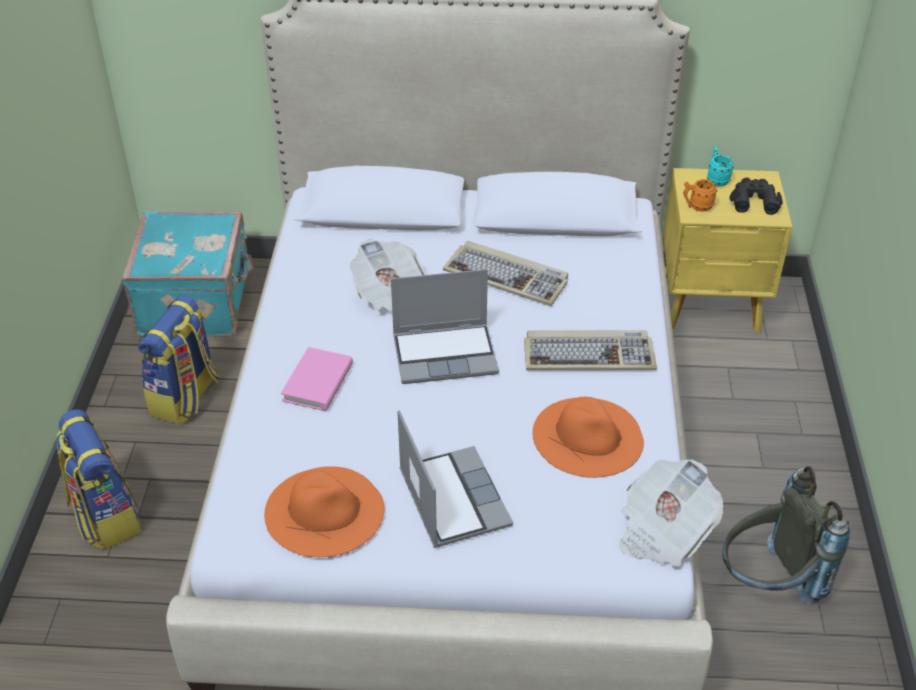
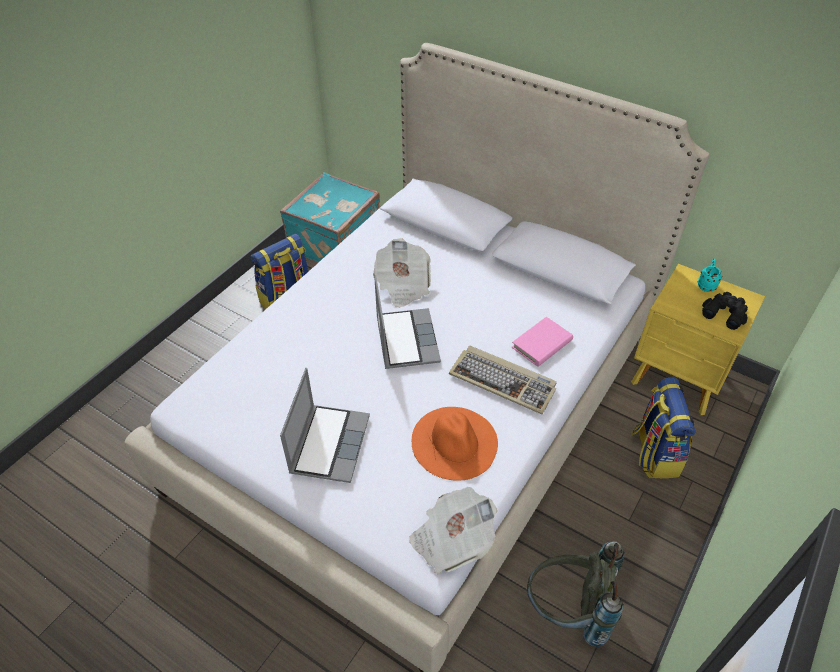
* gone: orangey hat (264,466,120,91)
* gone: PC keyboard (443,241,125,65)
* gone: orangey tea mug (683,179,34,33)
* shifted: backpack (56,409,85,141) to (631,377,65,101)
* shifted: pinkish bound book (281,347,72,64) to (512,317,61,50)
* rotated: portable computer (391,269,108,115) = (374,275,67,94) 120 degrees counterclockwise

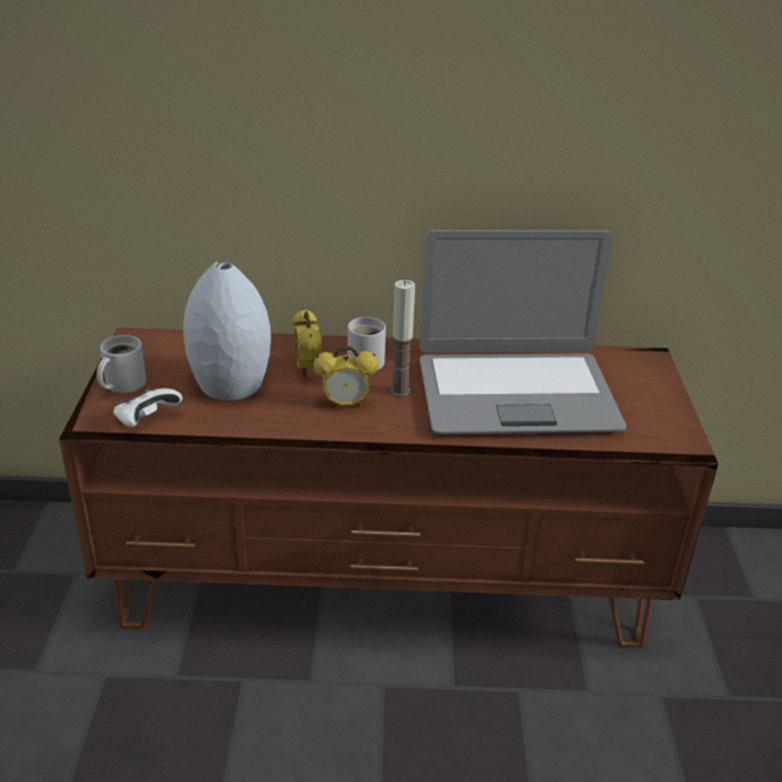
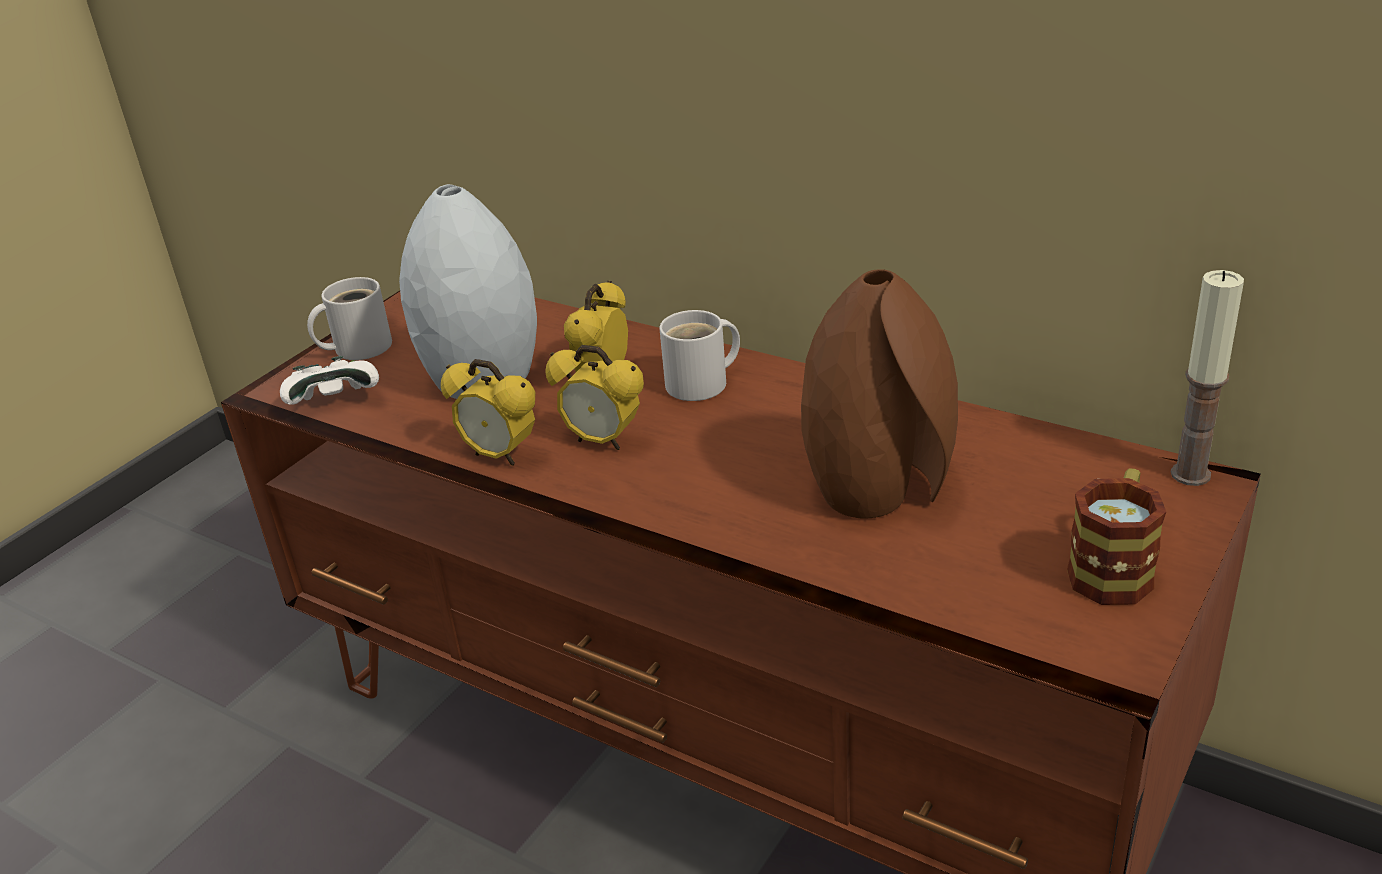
* new: alarm clock (441,359,94,107)
* new: tea mug (1067,468,99,137)
* shifted: wax candle (390,280,25,117) to (1171,270,73,216)
* swapped: portable computer (420,230,206,204) to brown-coloured decorative vase (801,269,157,250)

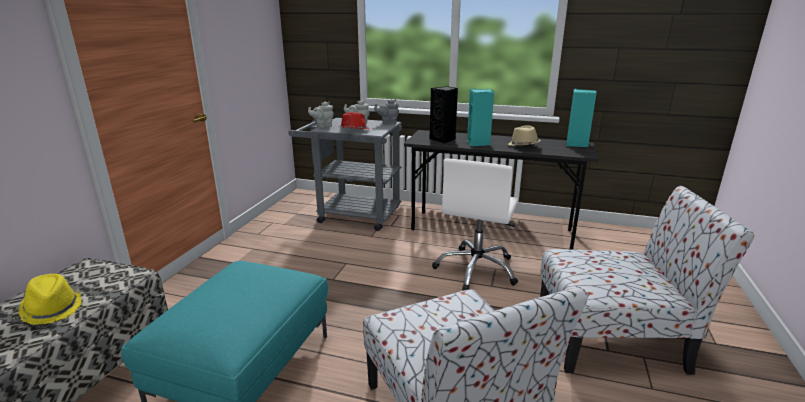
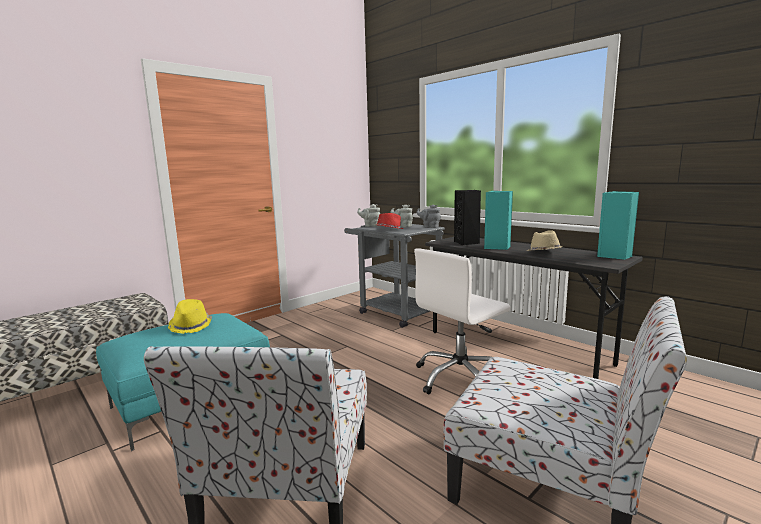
* shifted: yellowish hat (18,274,64,51) to (168,299,44,35)

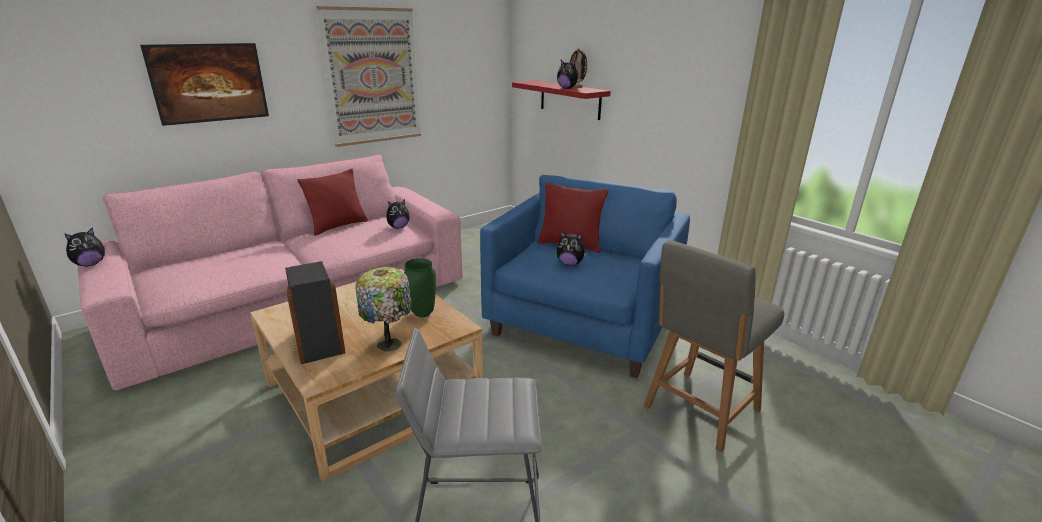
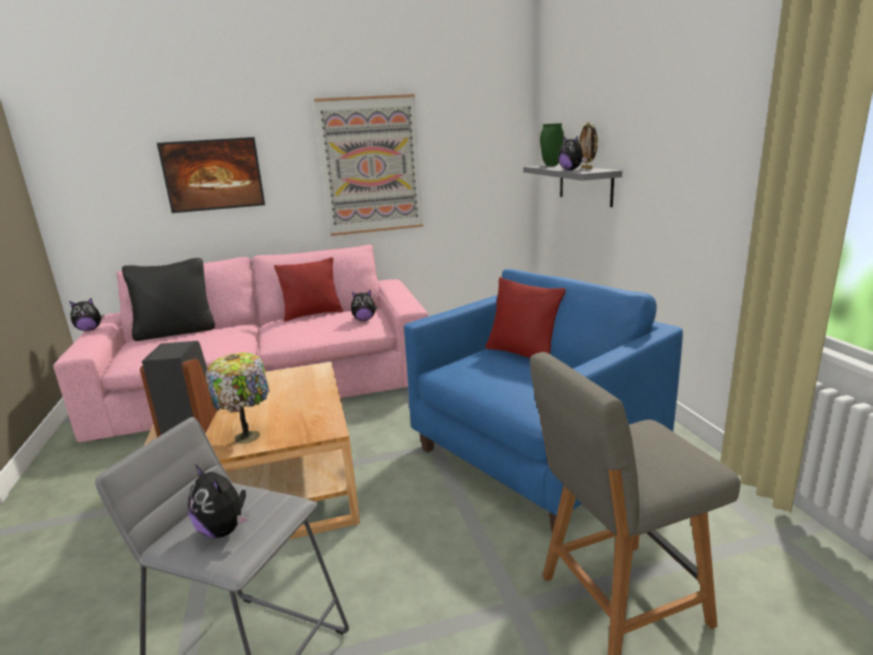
* new: black pillow (122,258,93,83)
* shifted: green-coloured decorative vase (404,258,32,59) to (540,123,24,43)
* shifted: soft toy (557,231,31,35) to (188,464,61,74)
* repainted: red bracket shelf (512,81,99,39) to grey bracket shelf (523,164,99,43)

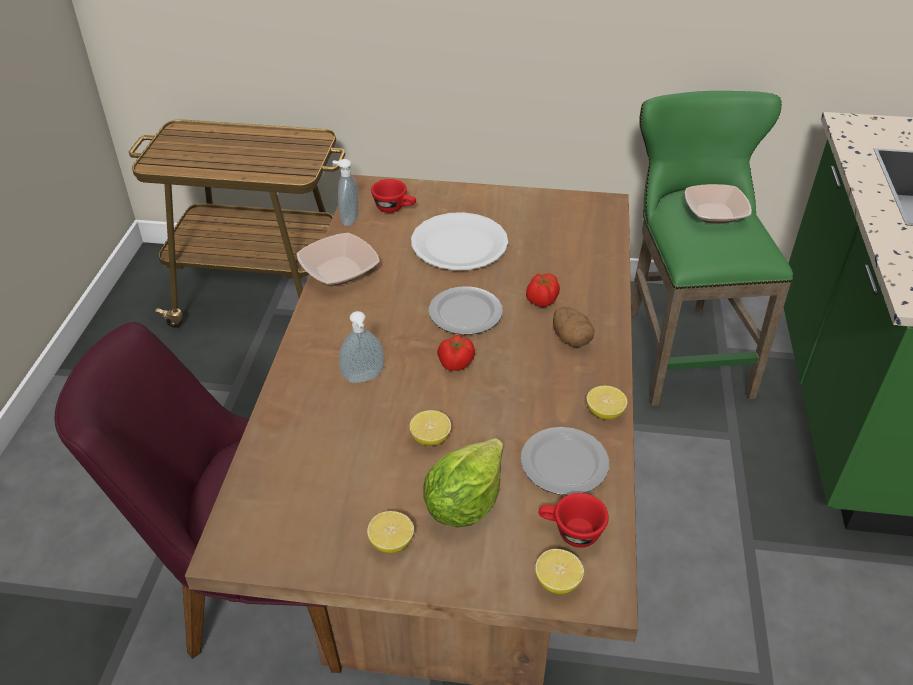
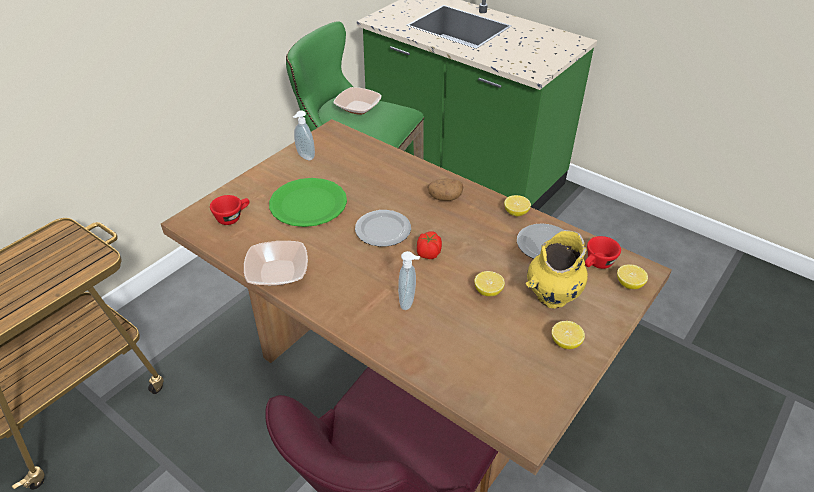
* gone: fresh tomato (526,273,34,34)
* shifted: liquid soap bottle (332,159,27,68) to (293,110,22,50)
* swapped: head of lettuce (423,438,80,90) to yellowish decorative vase (526,230,62,79)
* repainted: white-coloured plate (411,212,97,58) to green-coloured plate (269,178,78,49)

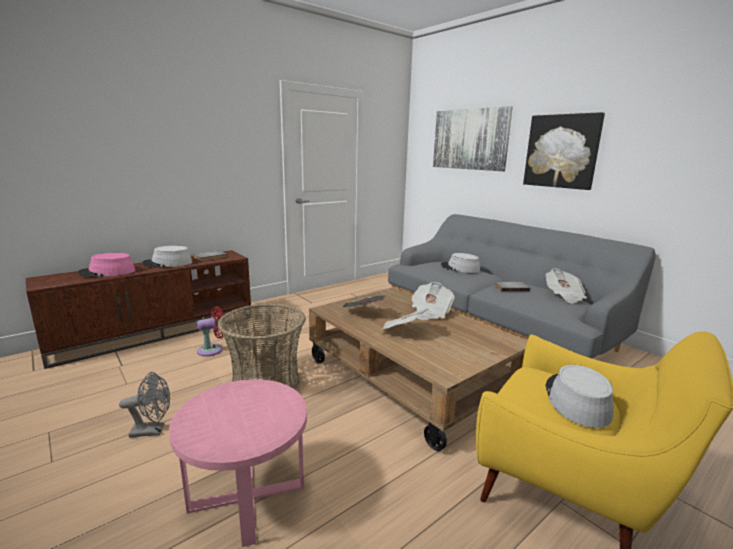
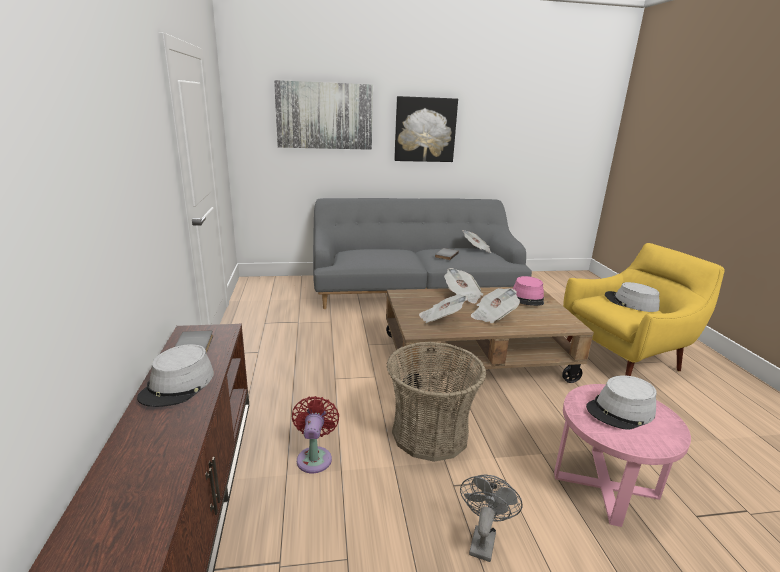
* shifted: pinkish hat (78,253,57,24) to (513,276,31,30)
* shifted: grey hat (441,253,39,20) to (586,375,71,55)

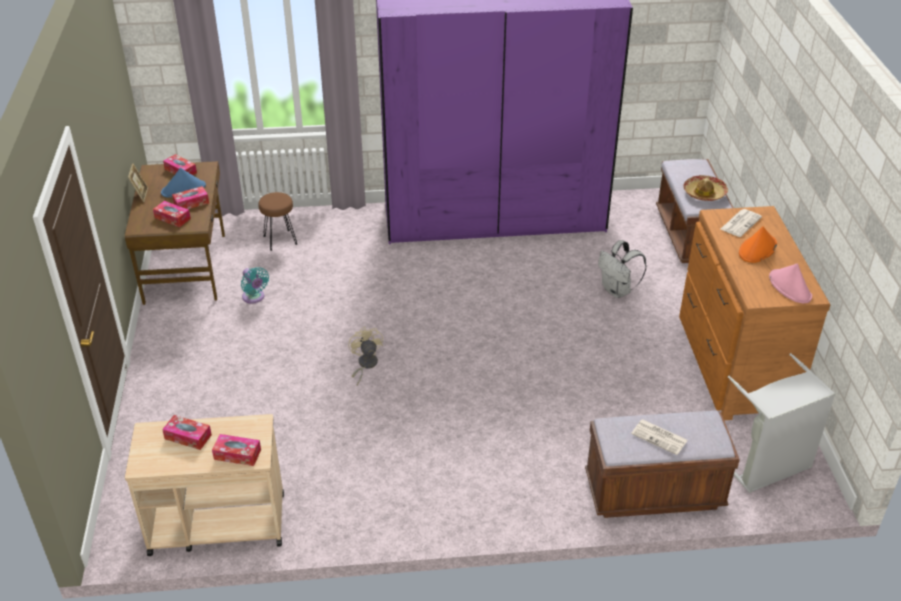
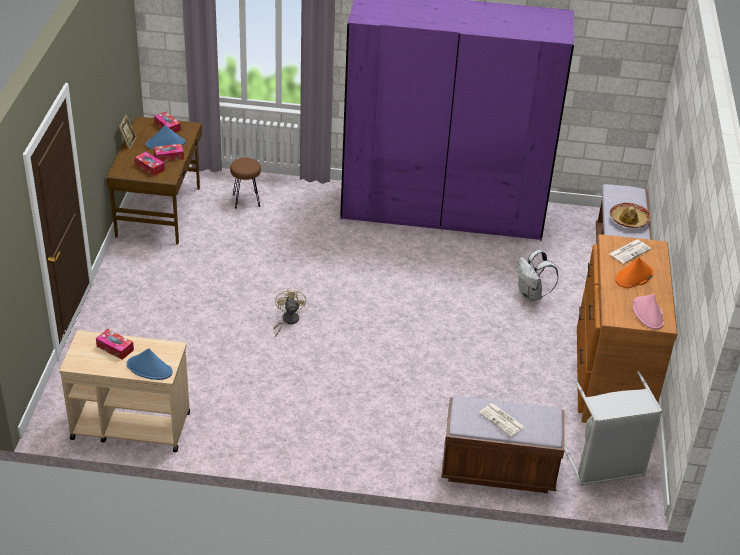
* gone: turquoise fan (241,267,28,37)
* swapped: box of tissues (212,434,49,32) to blue hat (126,348,47,32)

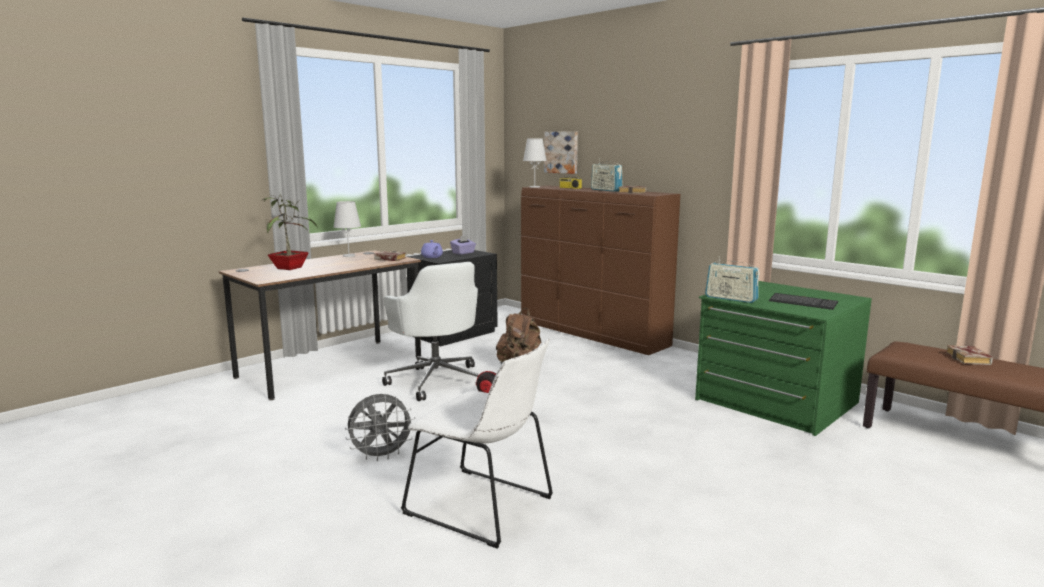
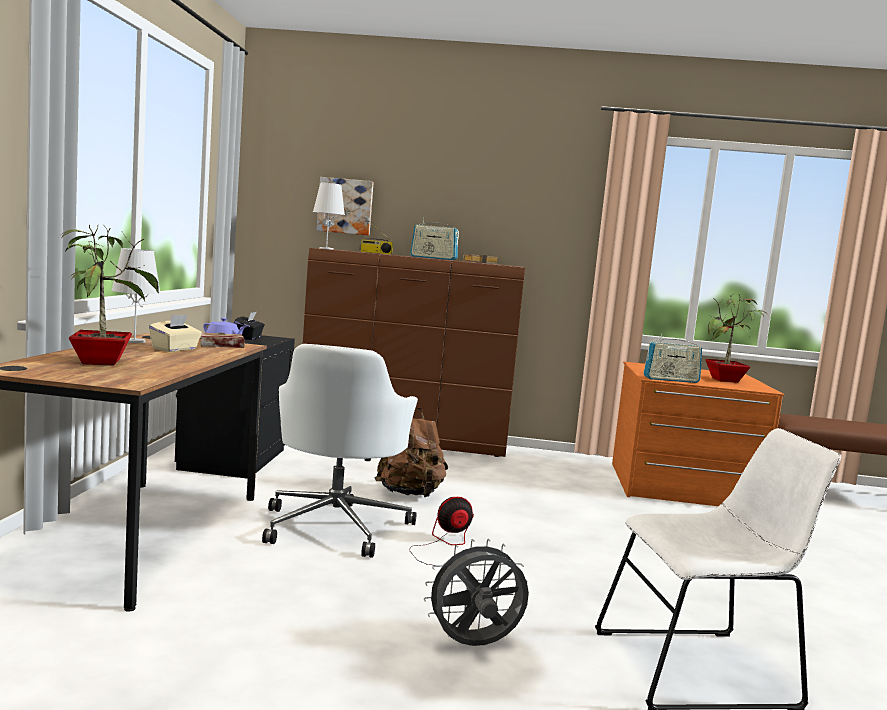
* gone: bound book (946,345,47,20)
* new: sand-coloured box of tissues (149,315,53,37)
* swapped: PC keyboard (769,293,69,17) to houseplant (705,294,62,89)
* repainted: purplish box of tissues (450,235,26,20) to black box of tissues (234,312,31,28)
* repainted: green-coloured chest of drawers (695,281,177,155) to orangey chest of drawers (612,362,173,144)
* rotated: grey fan (345,394,70,67) = (424,539,105,107) 135 degrees counterclockwise
* rotated: white-coloured office chair (382,262,98,139) = (262,344,156,214) 75 degrees clockwise

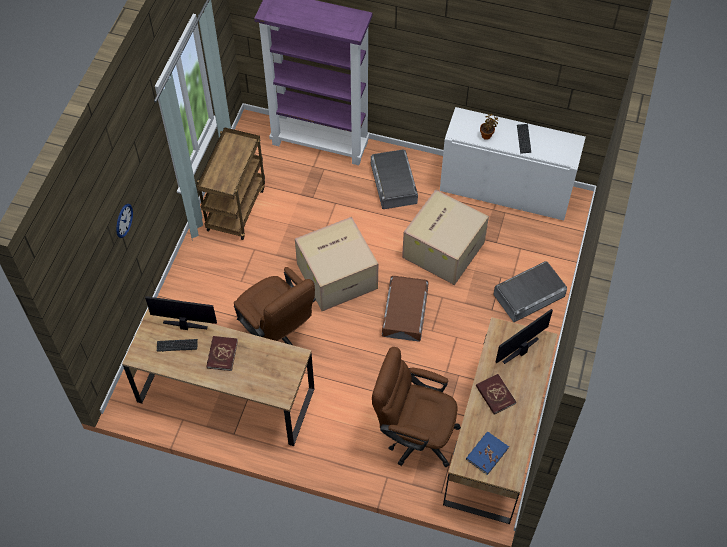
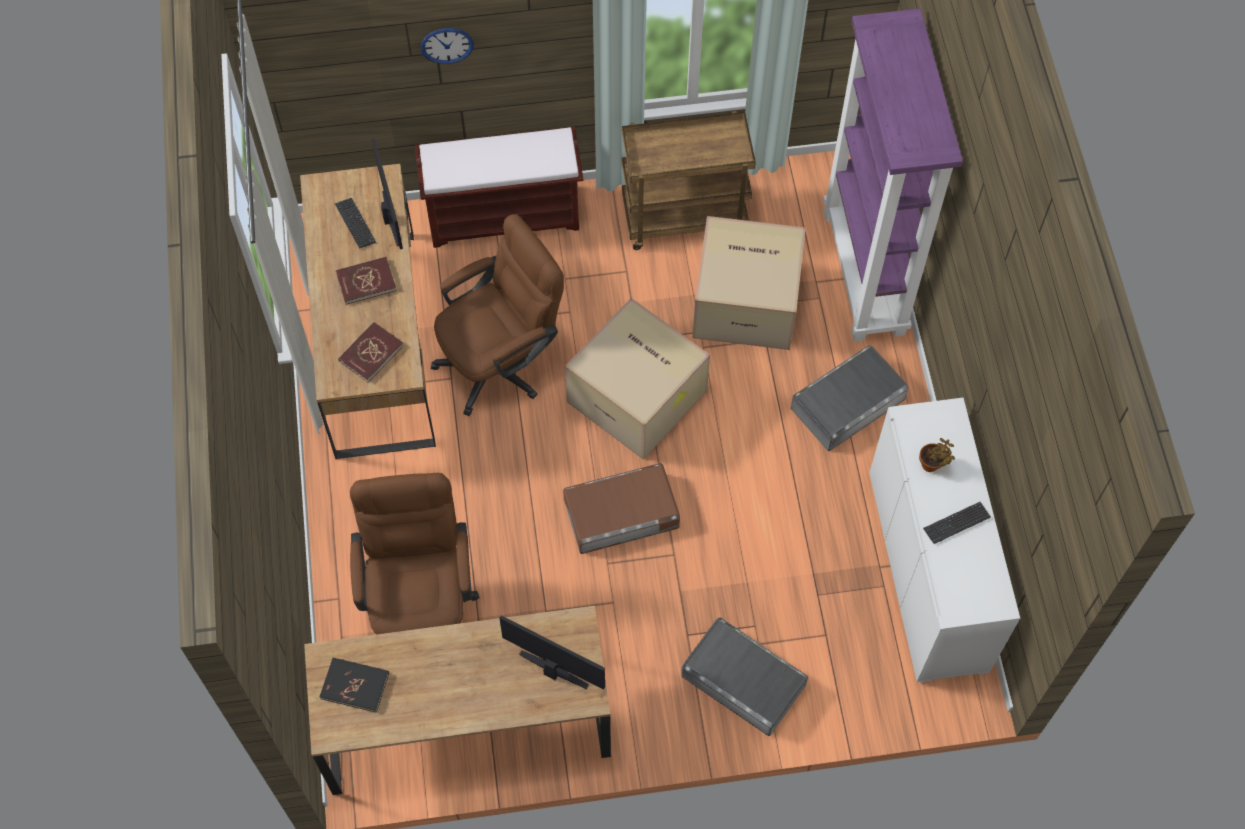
* new: brown-coloured indoor bench (415,127,169,121)
* shifted: carton (402,190,87,95) to (692,216,114,134)
* shifted: red bound book (476,374,40,41) to (338,322,66,61)
* repainted: blue bound book (466,431,43,44) to black bound book (319,658,70,55)
* rotated: brown-coloured office chair (234,267,82,78) = (431,214,133,202) 150 degrees counterclockwise

